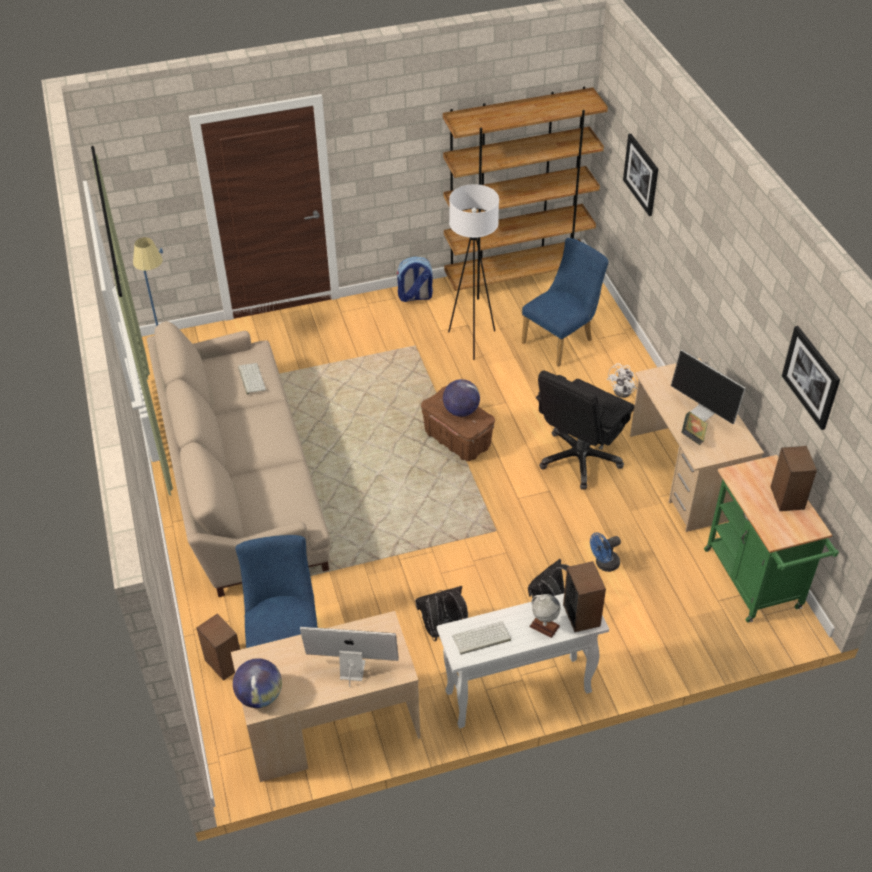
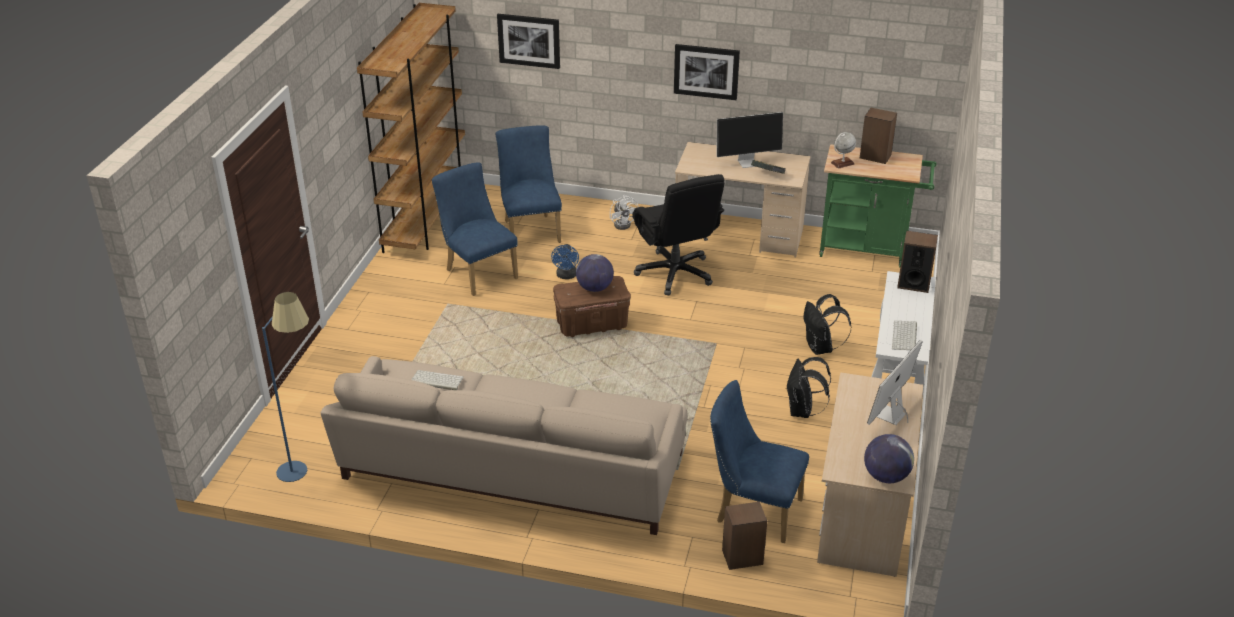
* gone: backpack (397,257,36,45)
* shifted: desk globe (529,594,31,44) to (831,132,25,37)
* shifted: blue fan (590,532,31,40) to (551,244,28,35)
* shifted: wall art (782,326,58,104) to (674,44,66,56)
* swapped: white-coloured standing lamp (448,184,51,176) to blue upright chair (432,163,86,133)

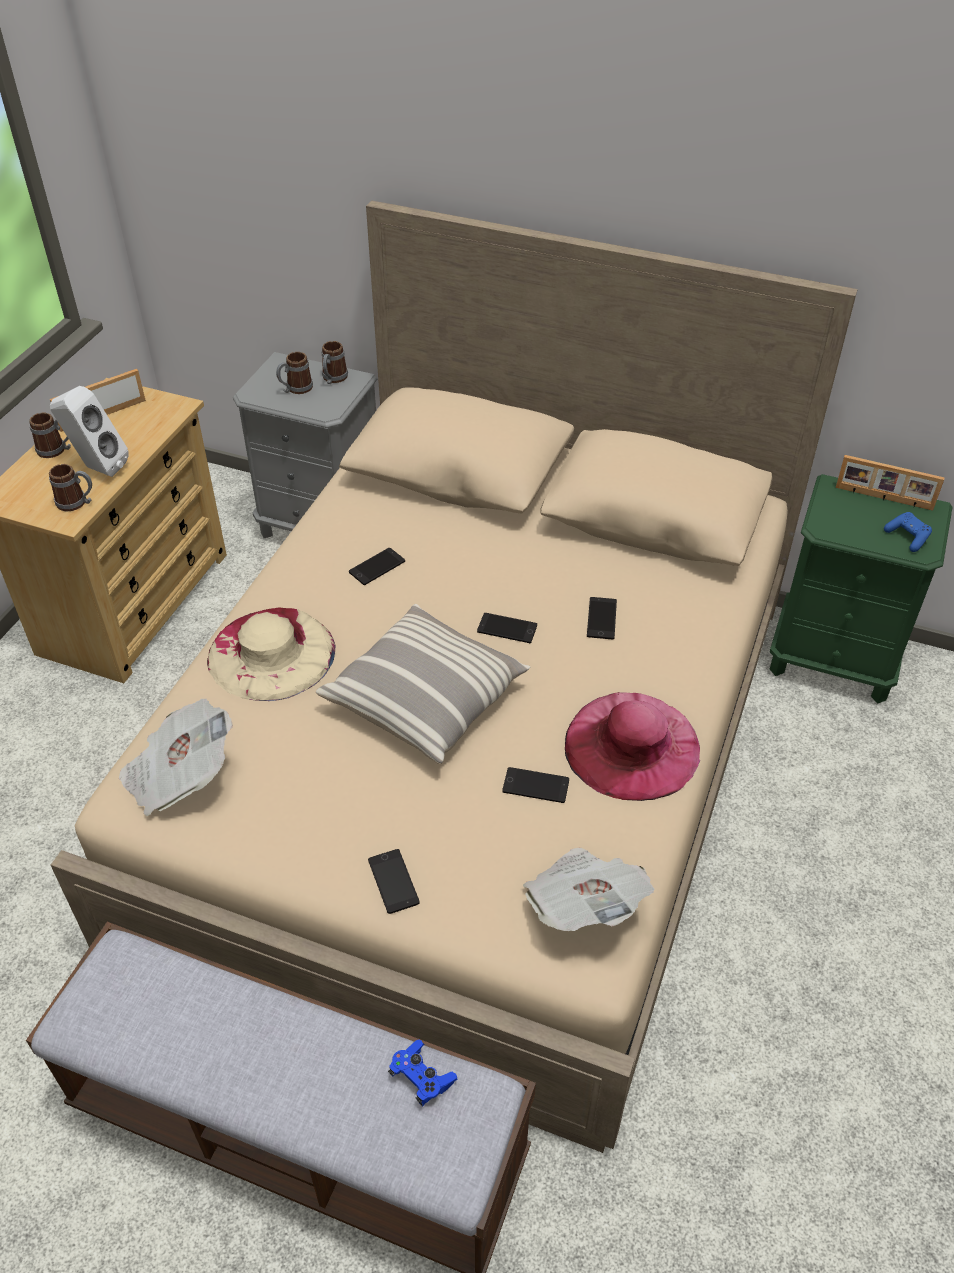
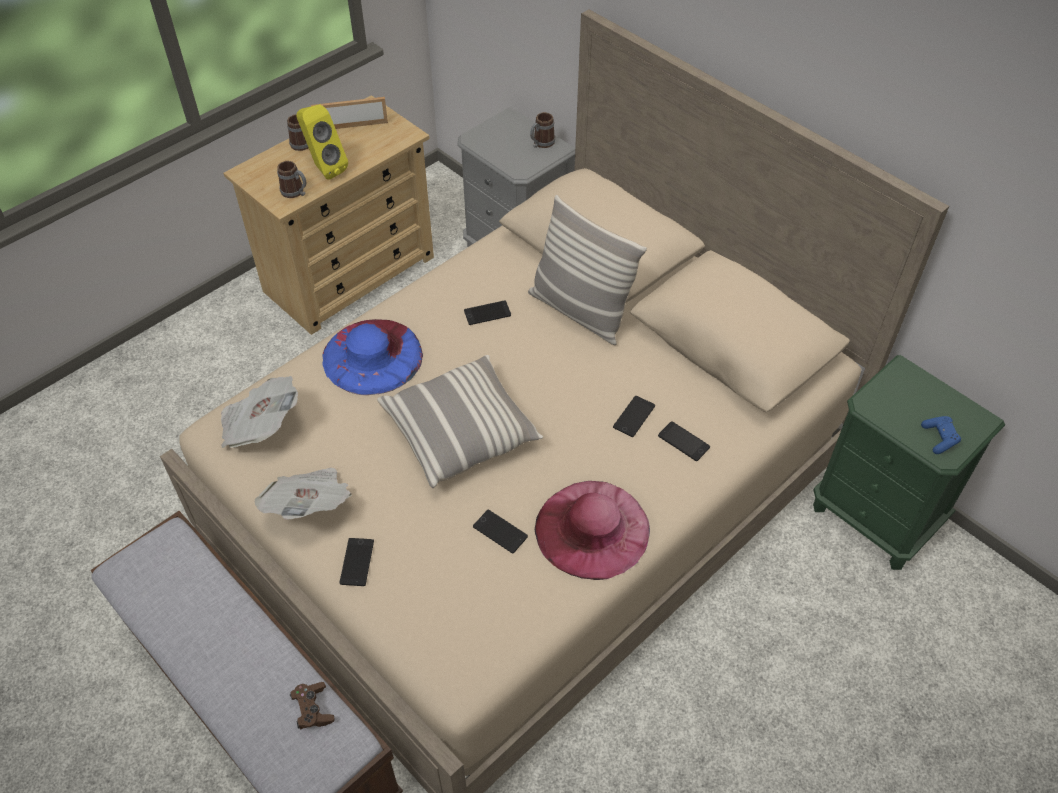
* gone: tea mug (276,352,37,42)
* gone: photo frame (836,455,109,56)
* new: pillow (528,195,119,150)
* shifted: phone (477,613,60,30) to (658,421,52,40)
* shifted: daily paper (523,847,131,84) to (255,467,97,53)
* repainted: white-coloured loudspeaker (50,386,79,91) to yellowish loudspeaker (296,104,52,76)
* repainted: sand-coloured hat (207,608,128,93) to blue hat (322,319,101,76)
* repainted: blue joypad (388,1040,69,66) to brown-coloured joypad (289,682,46,47)

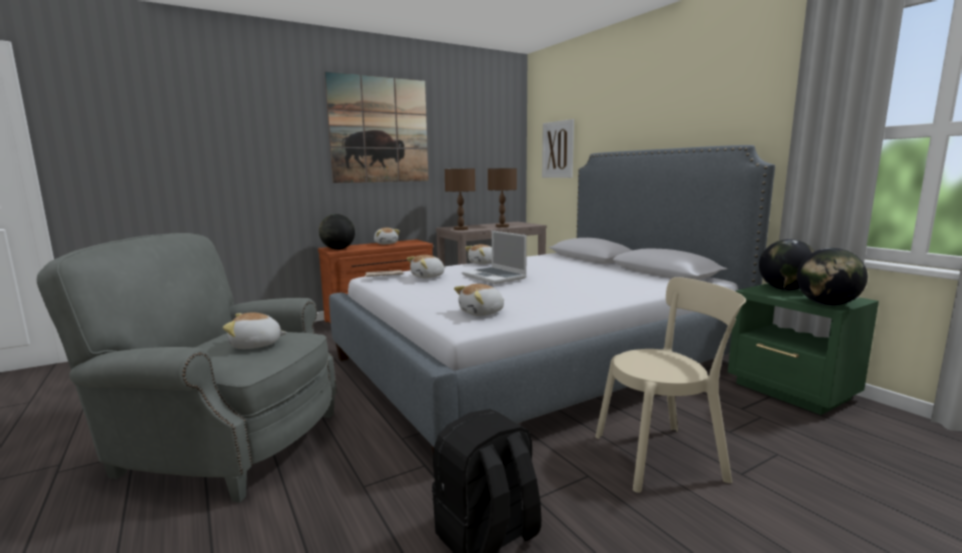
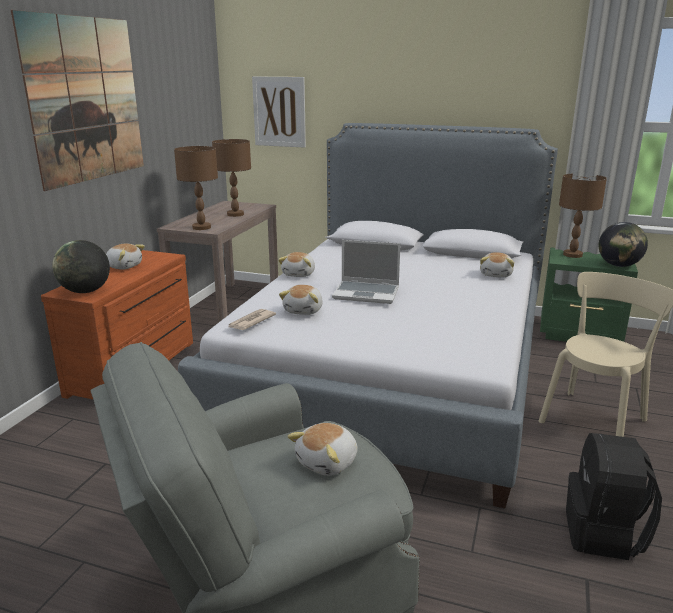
* shifted: soft toy (454,284,51,32) to (480,252,34,26)
* swapped: desk globe (759,239,56,51) to brown-coloured table lamp (559,173,48,85)

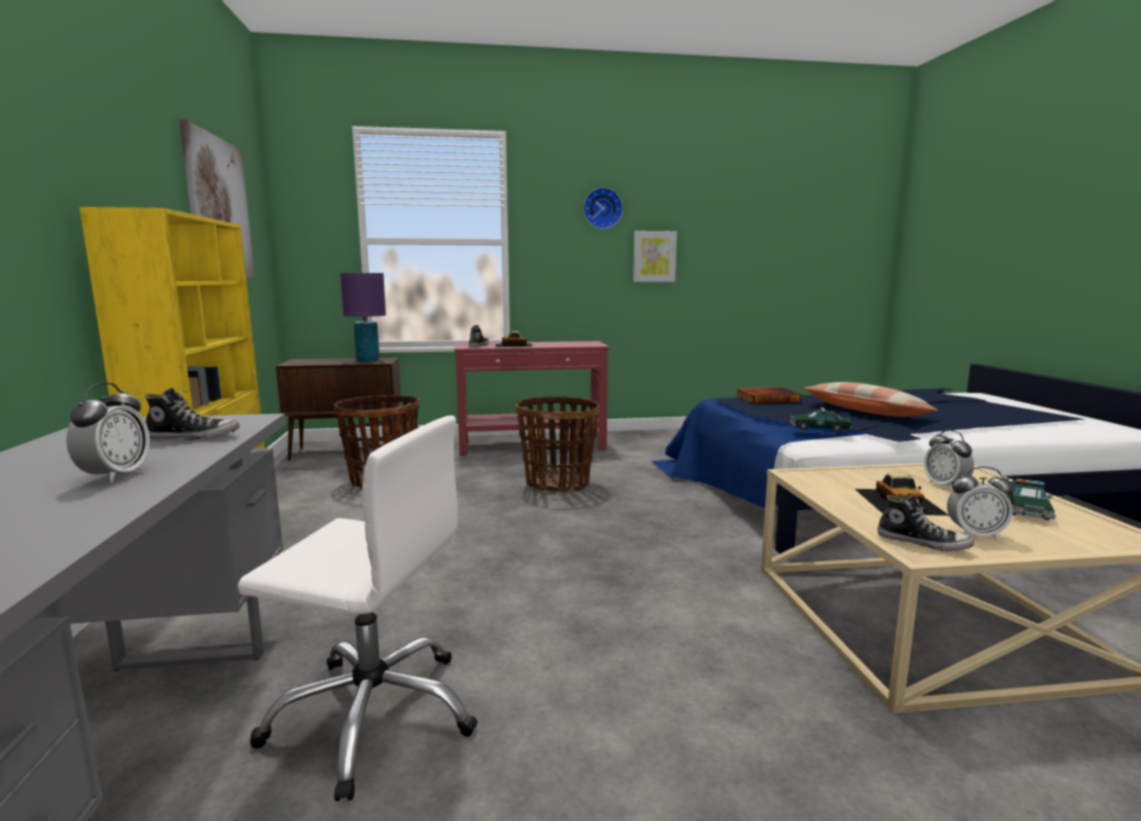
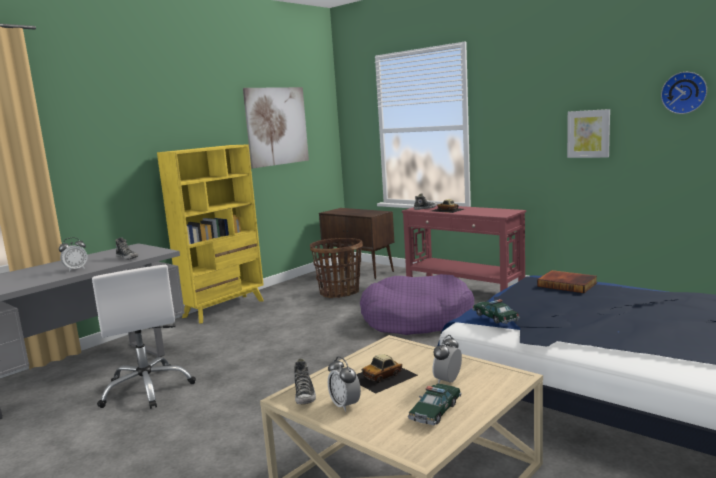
* gone: purplish table lamp (340,273,46,89)
* gone: pillow (803,382,135,35)
* shifted: wall clock (583,187,40,42) to (661,72,46,42)
* swapped: basket (516,396,84,96) to purplish pet bed (360,274,114,61)
* rotated: miniature car (1006,479,50,41) = (408,383,54,42) 45 degrees counterclockwise

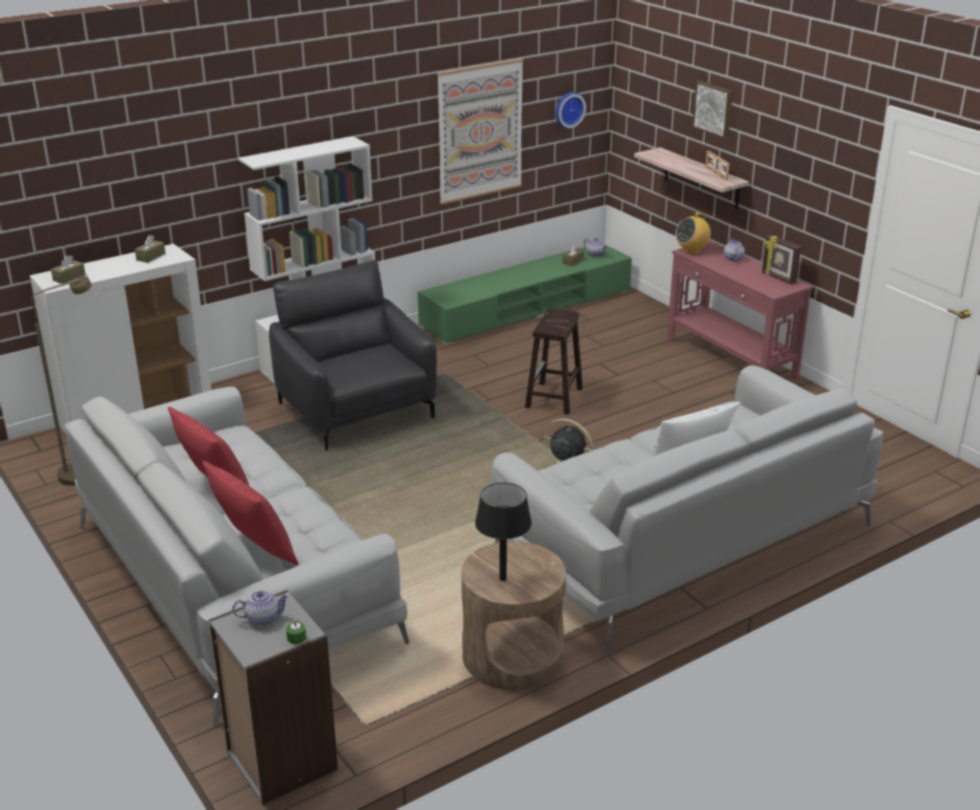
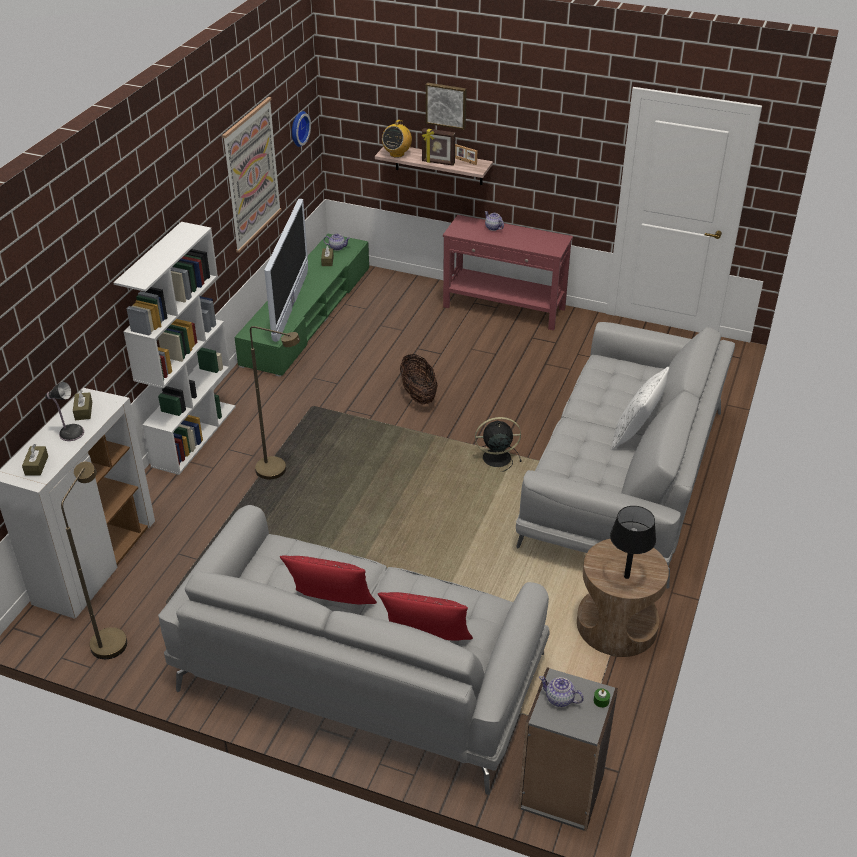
* new: table lamp (45,382,39,59)
* new: television (264,199,44,143)
* shifted: radio set (676,213,35,41) to (382,120,30,38)
* shifted: photo frame (762,235,39,50) to (422,128,33,38)
* swapped: black lounge chair (269,260,168,190) to brown-coloured standing lamp (250,326,50,154)
* swapped: brown-coloured sitting stool (525,308,58,107) to basket (400,354,38,50)
* rotated: tea pot (232,590,57,36) = (539,676,45,31) 105 degrees counterclockwise

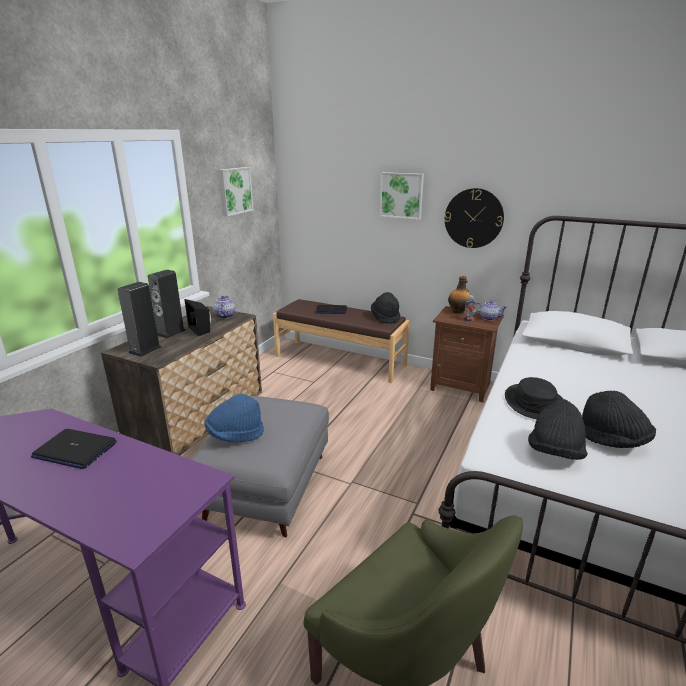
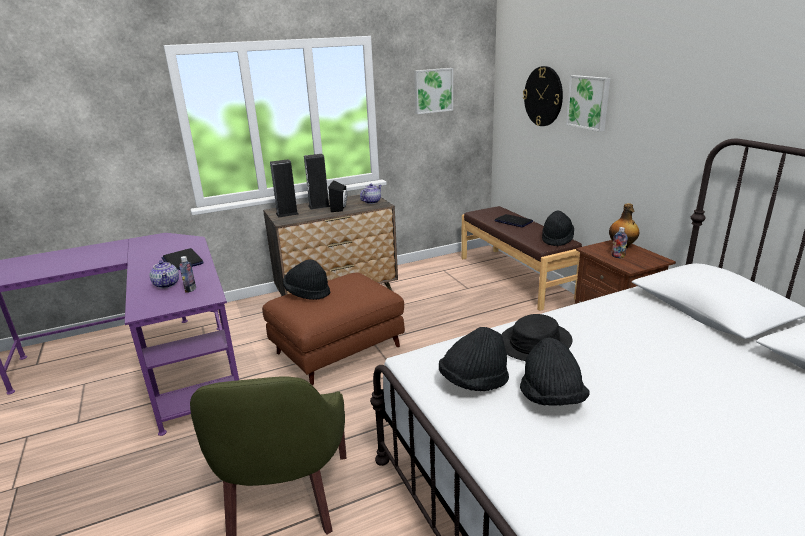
* new: bottle (180,256,16,37)
* shifted: wall clock (444,188,60,60) to (523,66,40,60)
* shifted: tea pot (475,300,32,21) to (150,260,29,28)
* repainted: grey ottoman (191,396,138,141) to brown-coloured ottoman (262,273,143,113)
* repainted: blue hat (204,394,60,48) to black hat (283,259,47,41)

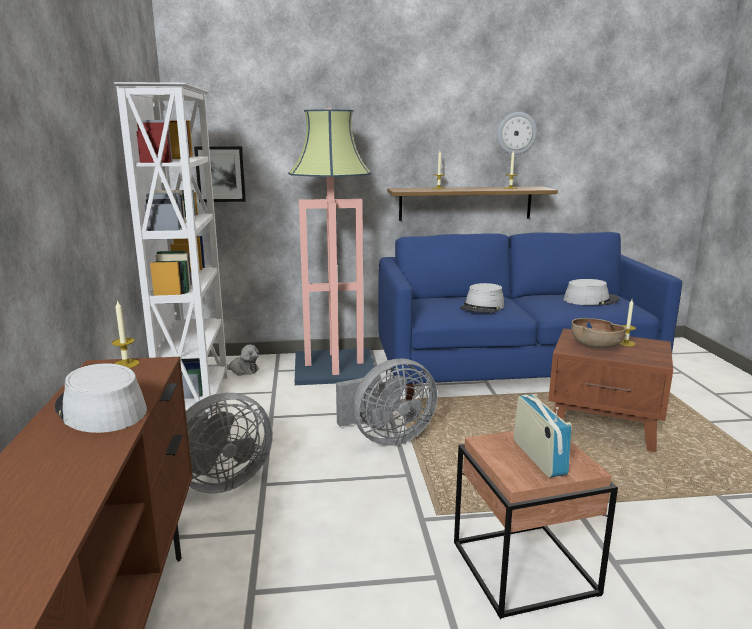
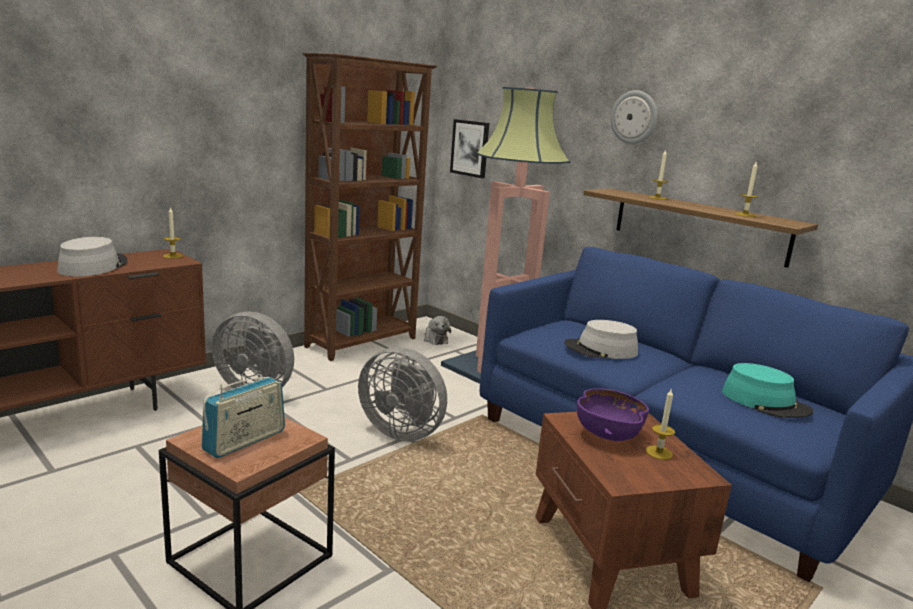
* shifted: wall clock (497,112,40,43) to (611,90,46,54)
* repainted: white-coloured shelving unit (114,82,114,337) to brown-coloured shelving unit (302,53,135,308)
* repainted: grey hat (564,279,56,26) to turquoise hat (722,363,91,55)
* repainted: brown-coloured bowl (571,318,55,30) to purplish bowl (577,388,72,53)

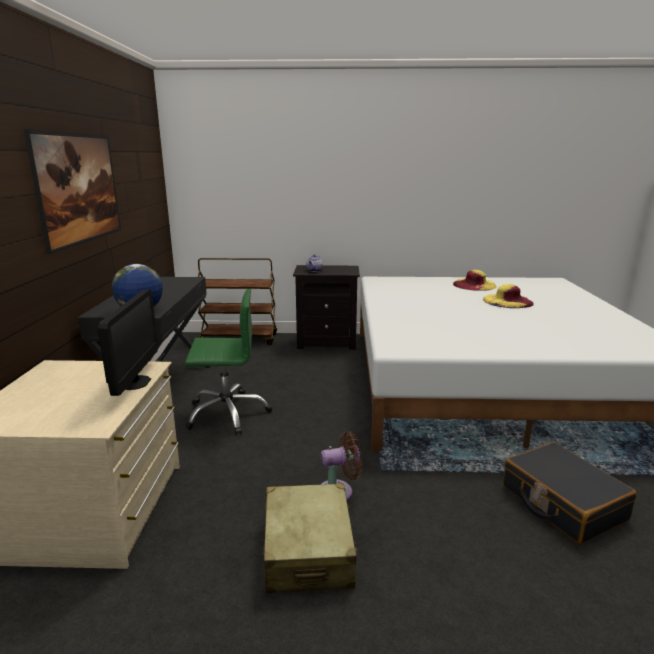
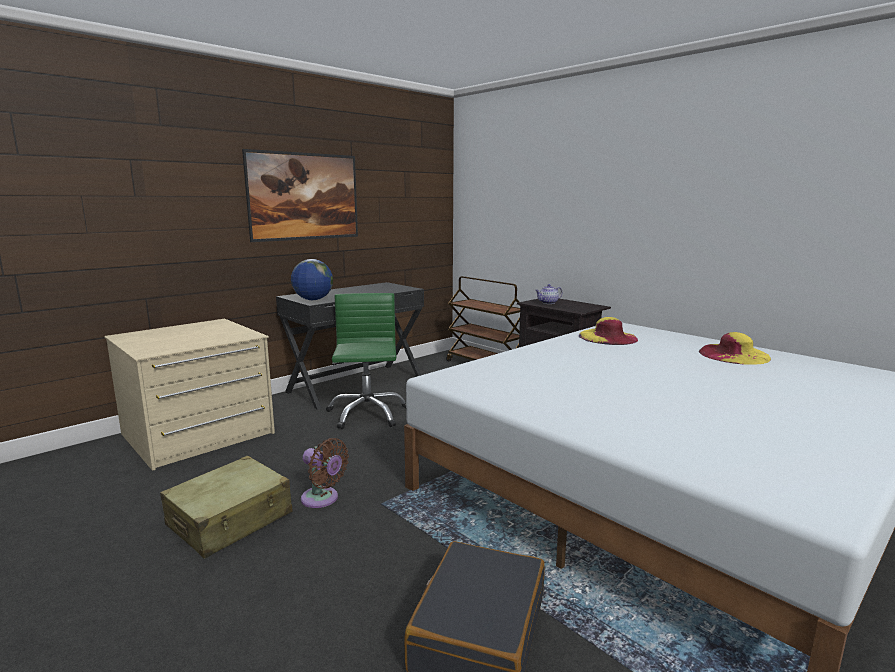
* gone: monitor (97,290,61,106)
* shifted: yellowish hat (483,284,51,24) to (579,317,59,28)
* rotated: green-coloured office chair (185,289,87,146) = (326,293,80,136) 135 degrees counterclockwise

